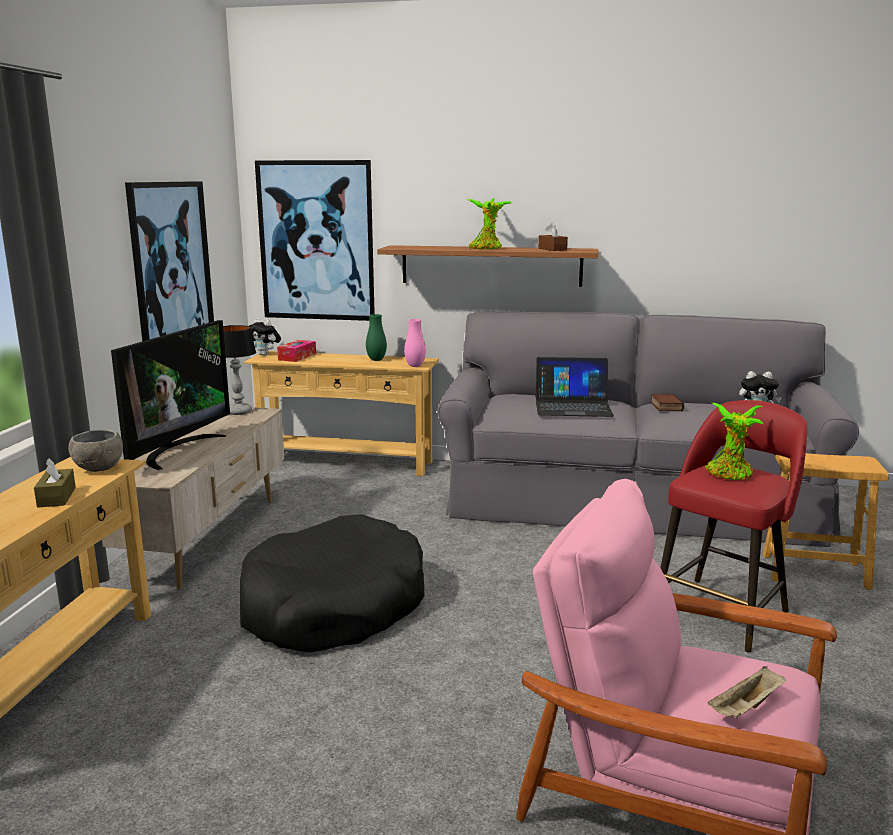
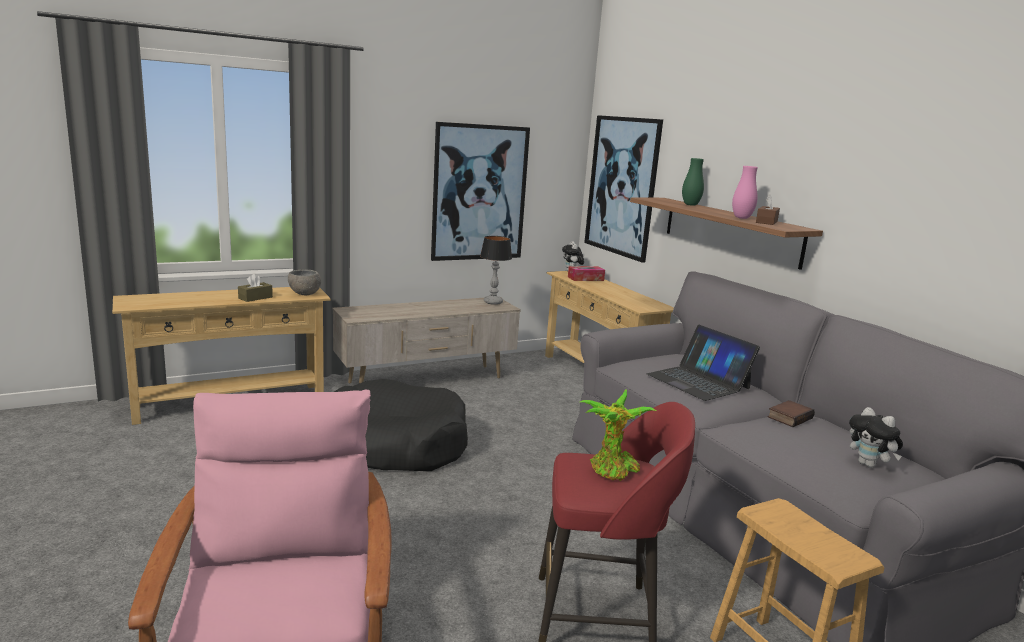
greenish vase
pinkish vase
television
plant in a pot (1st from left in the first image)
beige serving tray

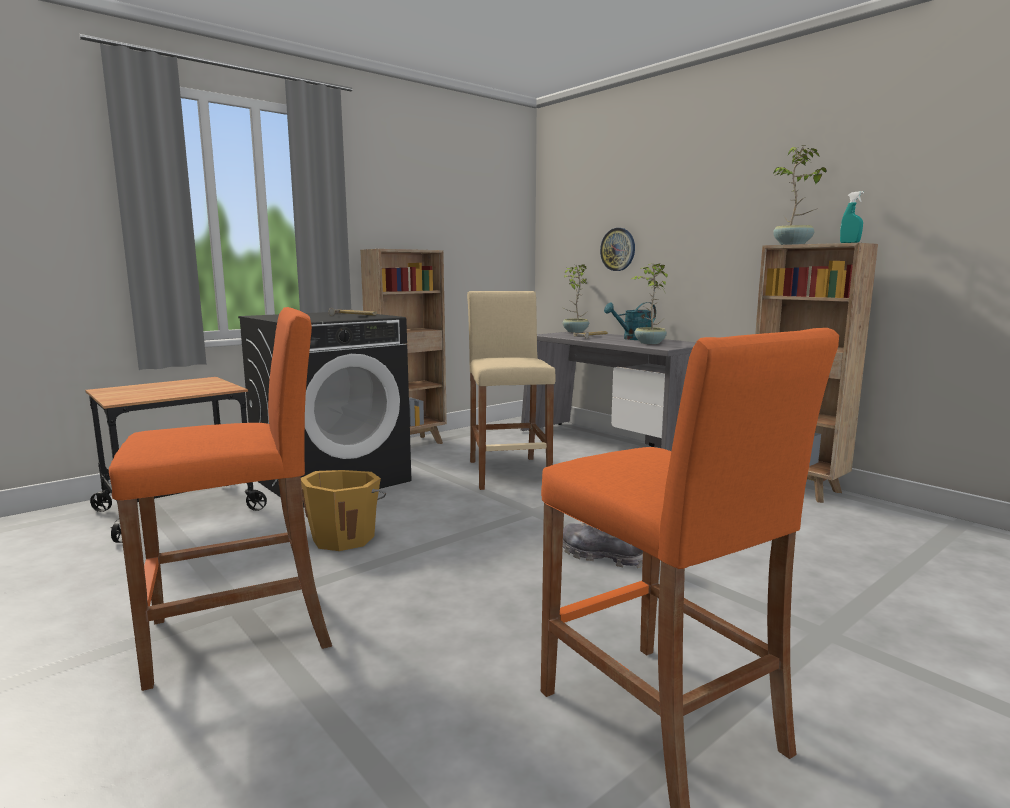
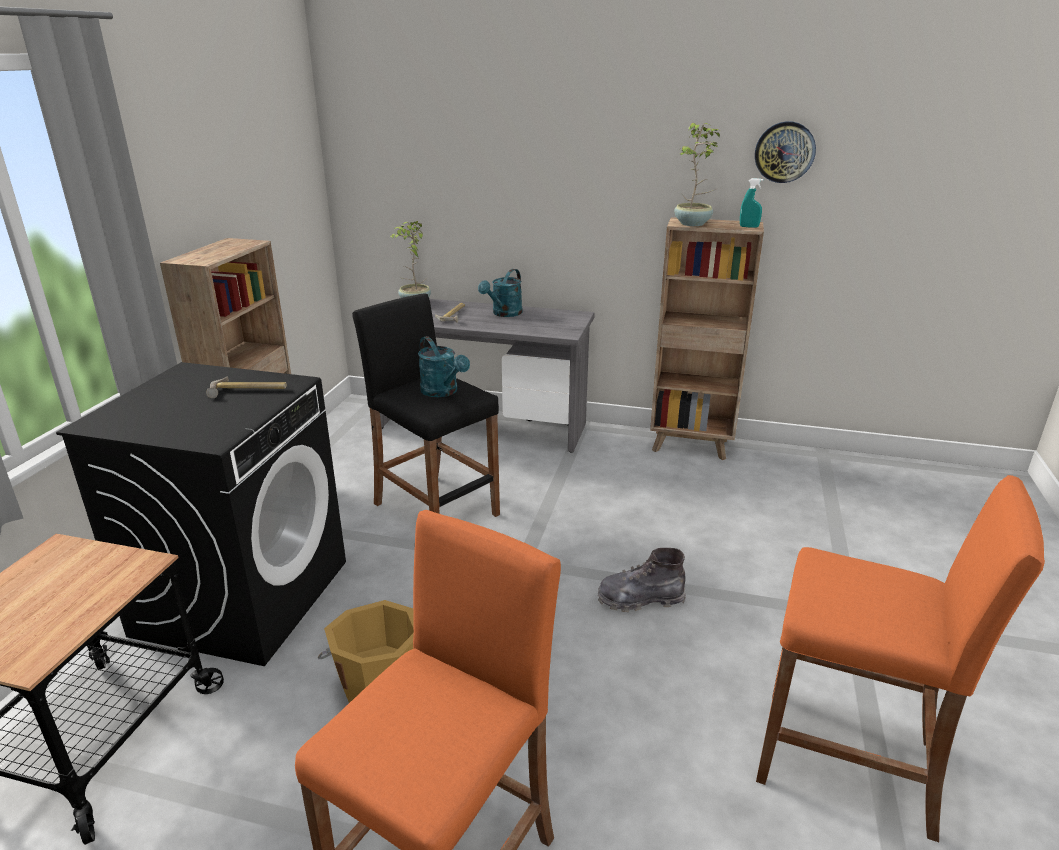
black-coloured stool seat
turquoise sprinkling can (1st from left)
wall clock
plant in a pot (2nd from left in the first image)

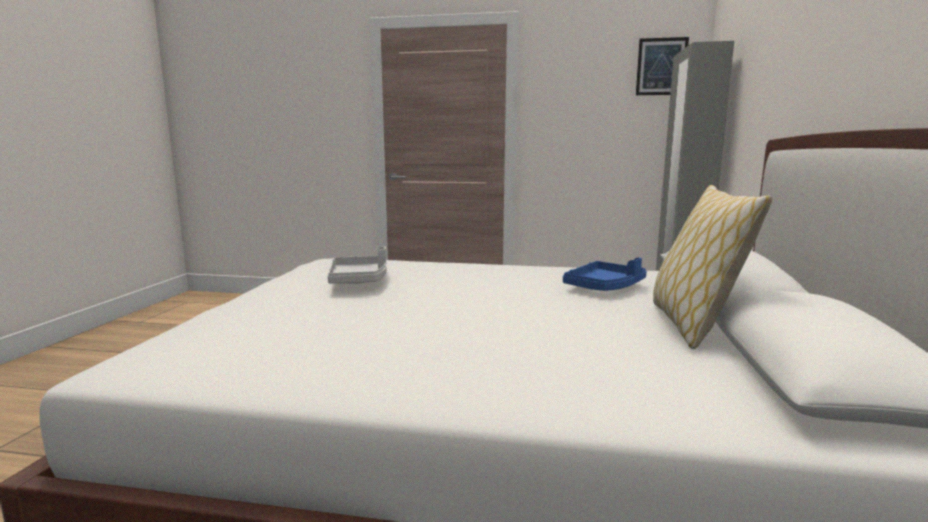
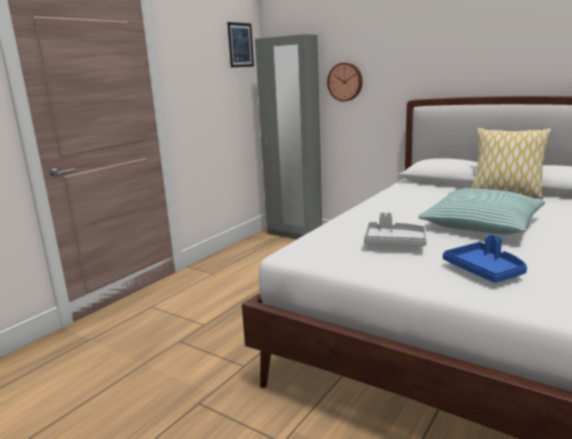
wall clock
throw pillow (1st from left)
blue serving tray

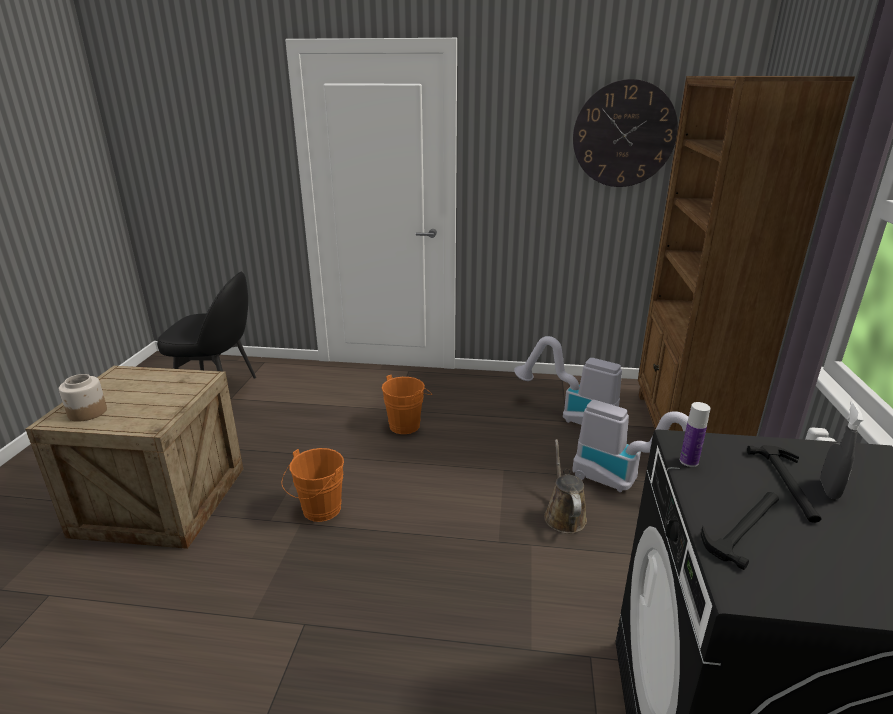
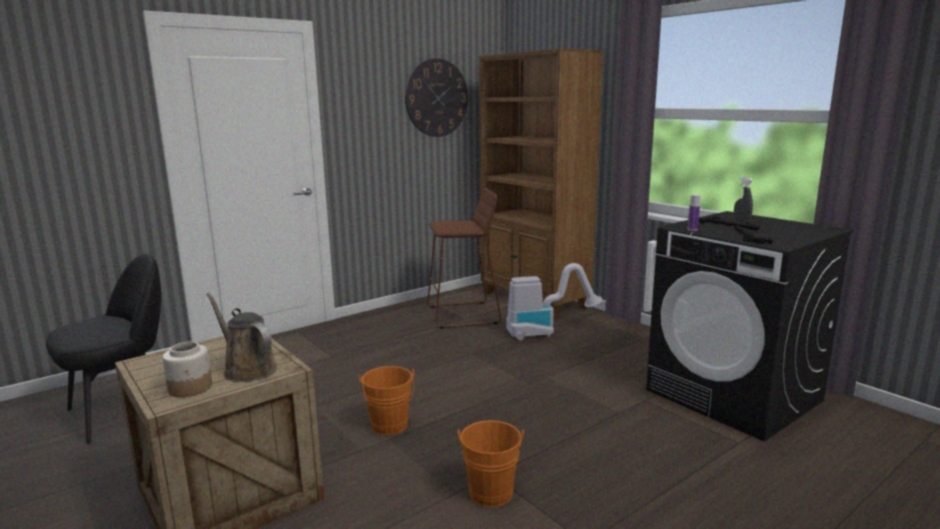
brown-coloured sprinkling can
brown-coloured stool seat
orange-coloured water bucket (2nd from left)

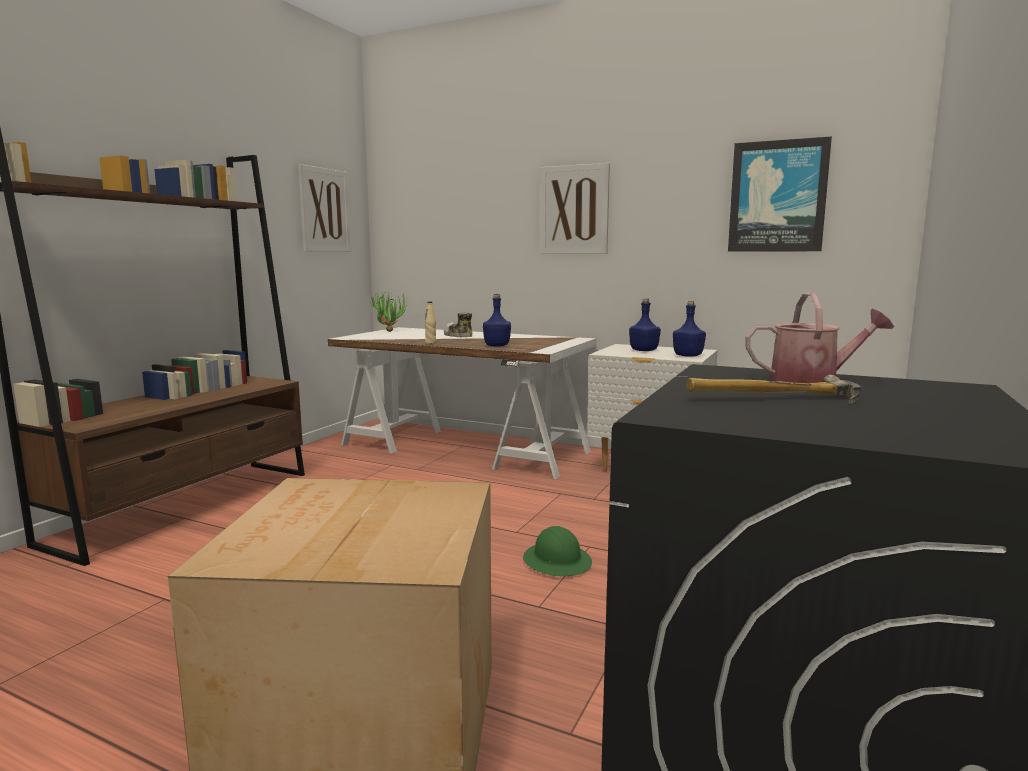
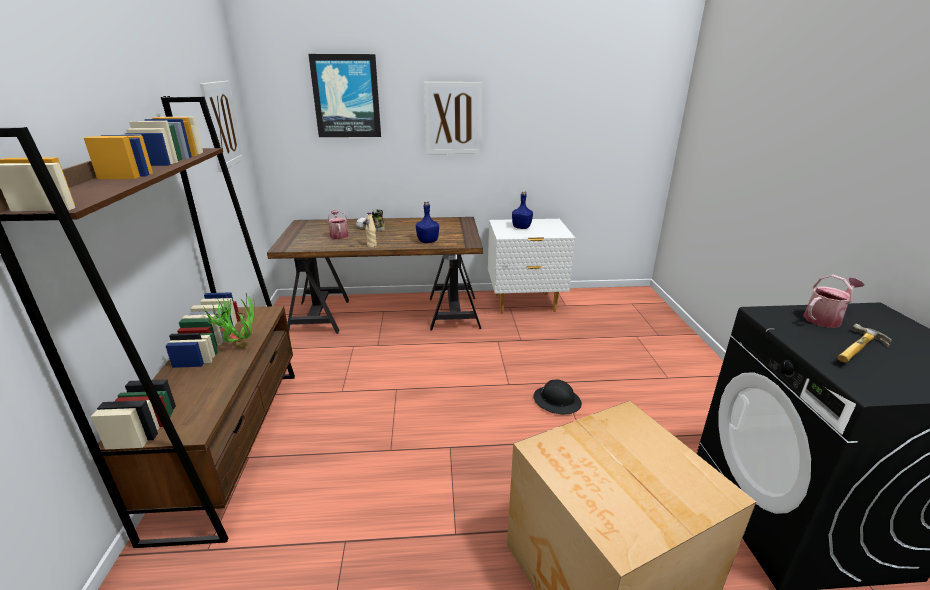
plant in a pot
brown-coloured desk
wall art (2nd from left)
sprinkling can (1st from left)
black-coloured work helmet
blue beverage bottle (3rd from left in the first image)

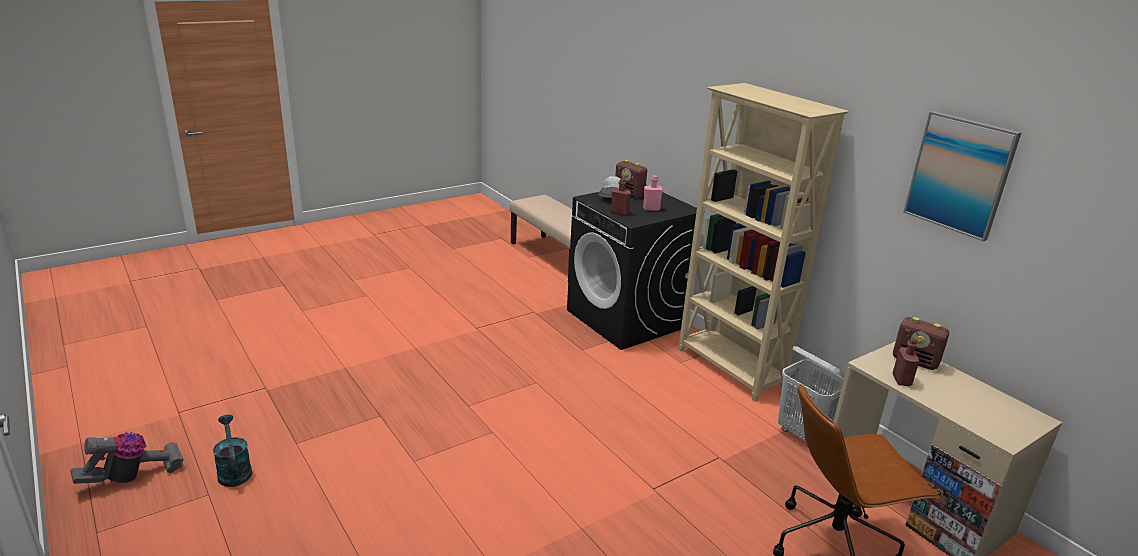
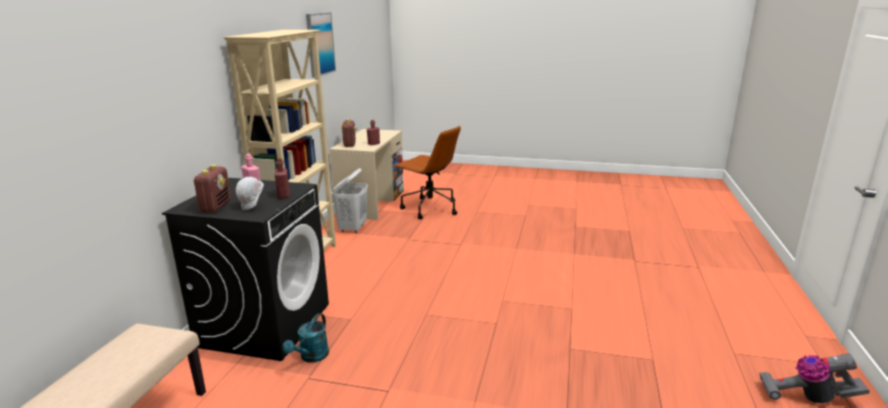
turquoise sprinkling can

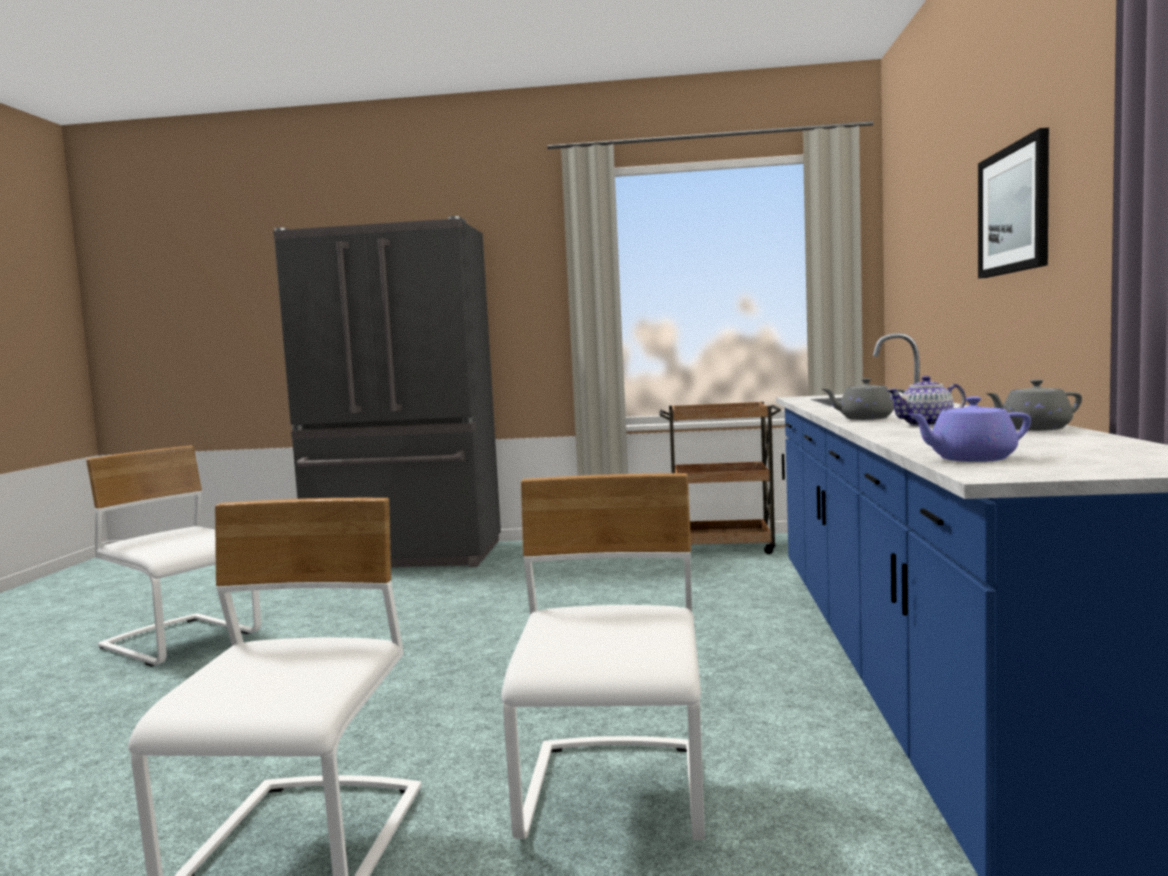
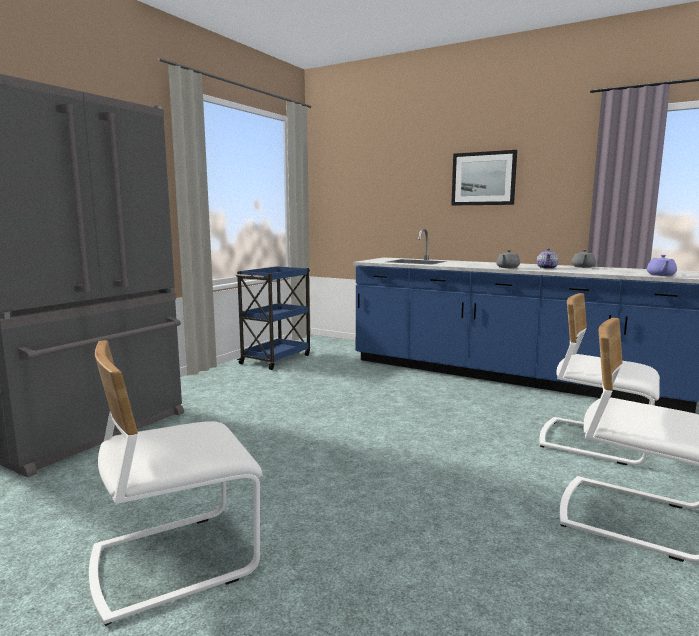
blue wheeled cart

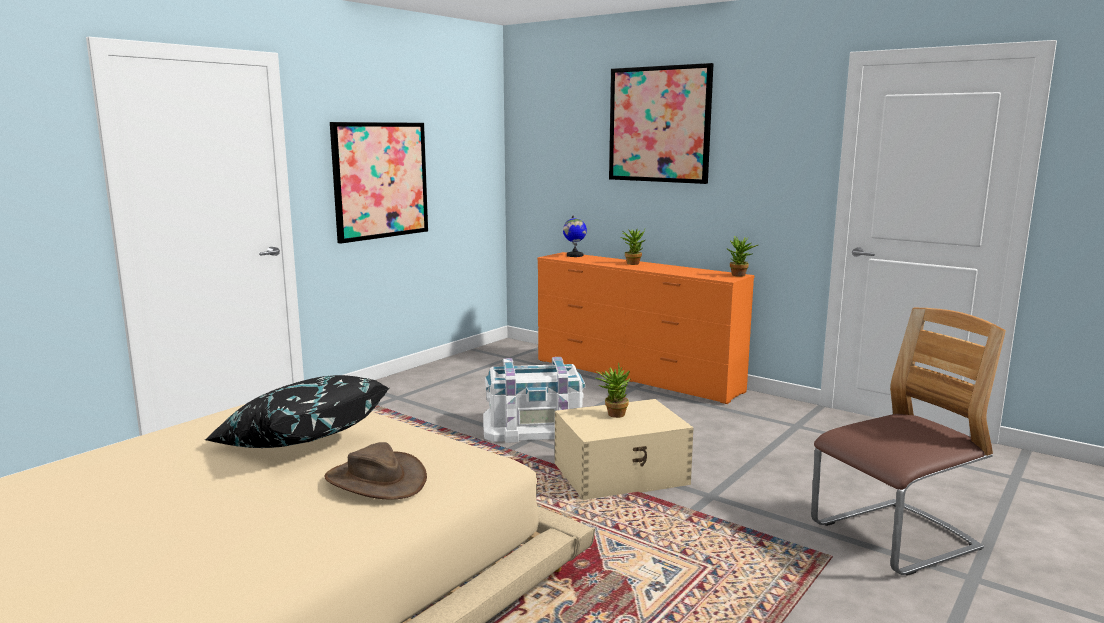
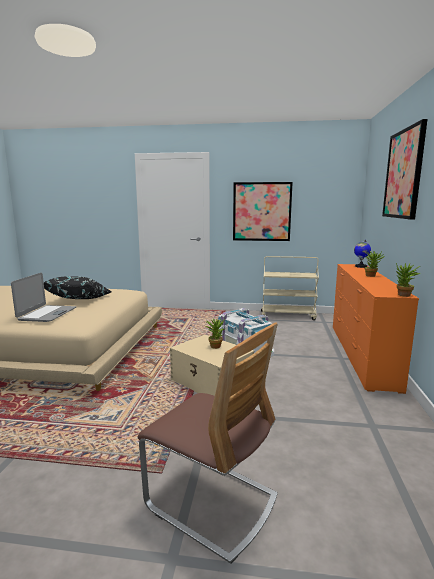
laptop
beige wheeled cart

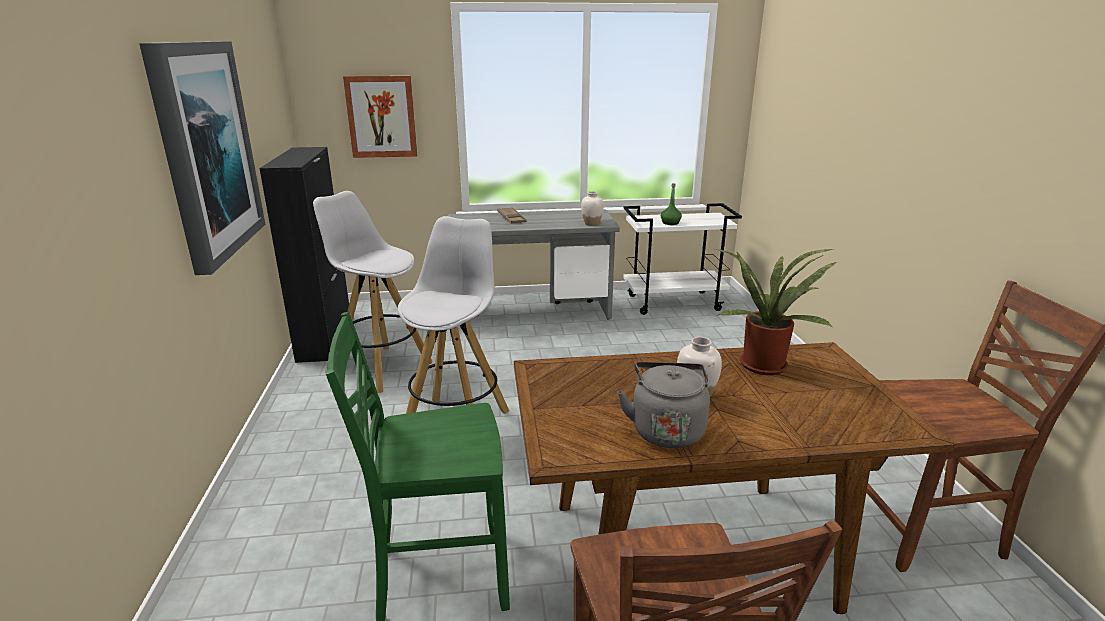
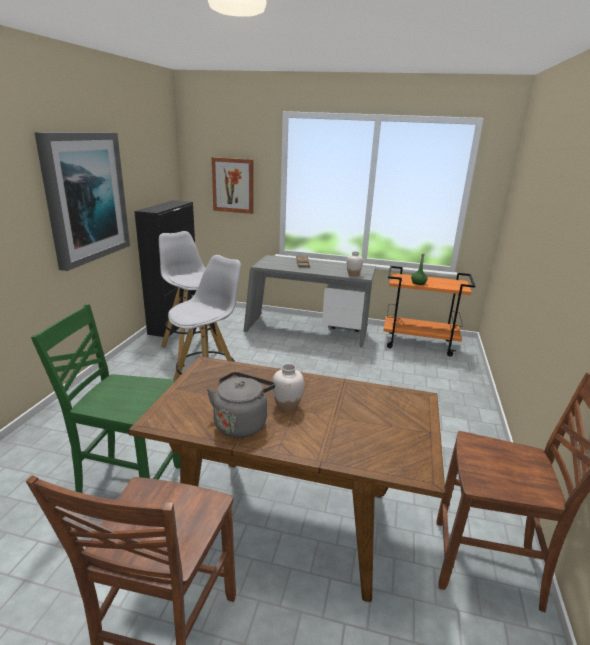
orange-coloured wheeled cart
plant in a pot

